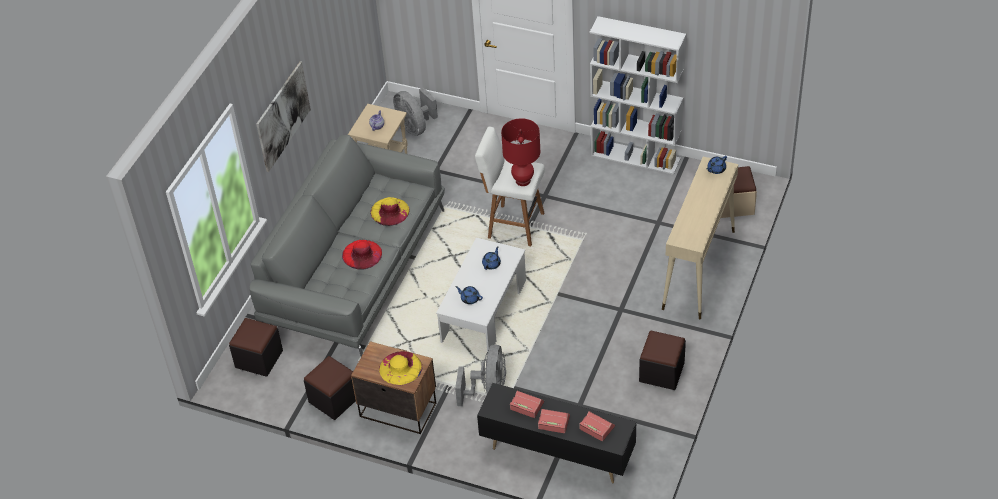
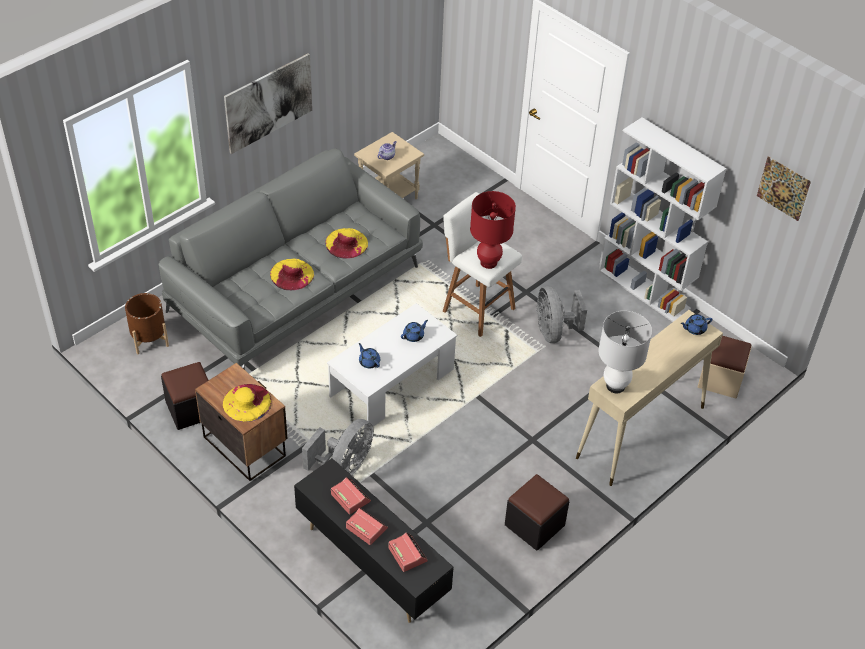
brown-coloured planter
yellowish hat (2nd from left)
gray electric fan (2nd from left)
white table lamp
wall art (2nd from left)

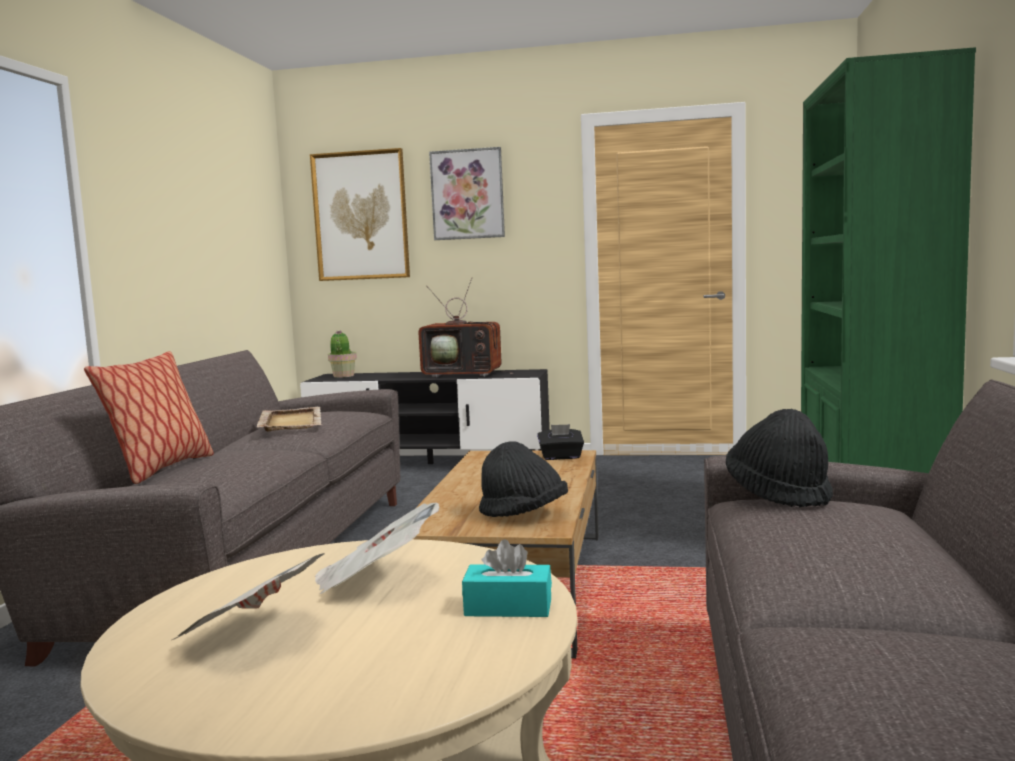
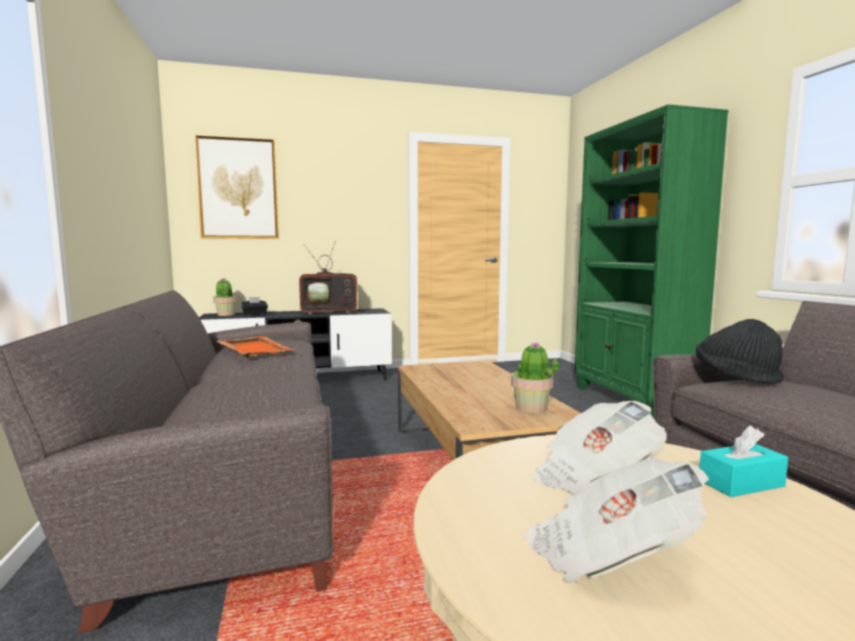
orange-coloured serving tray
black-coloured tissue box
plant in a pot (2nd from left)
throw pillow
wall art (2nd from left in the first image)

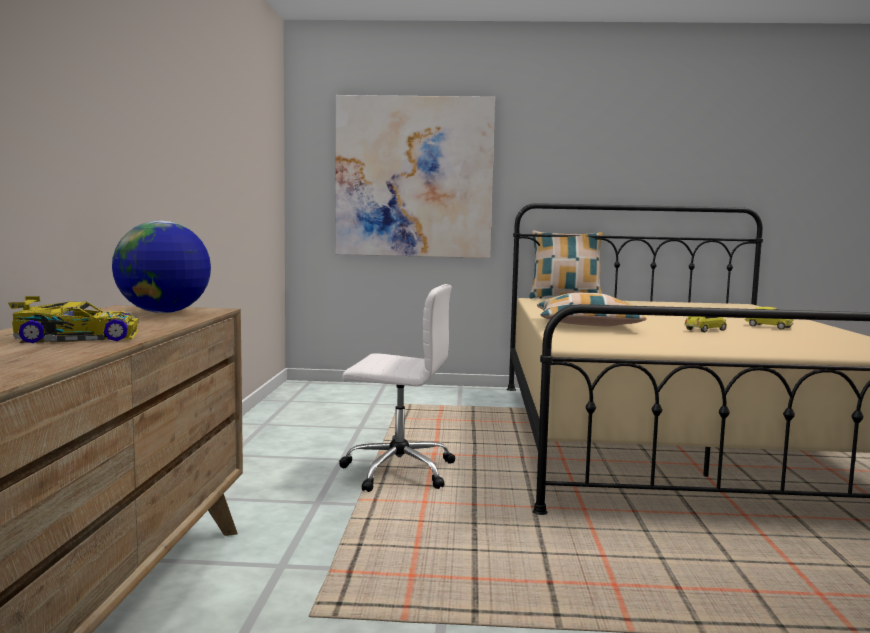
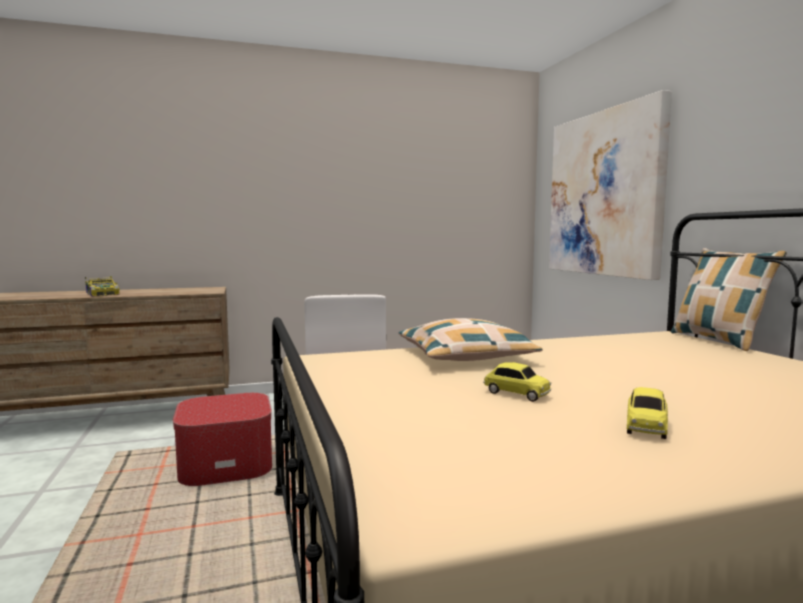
footrest
globe

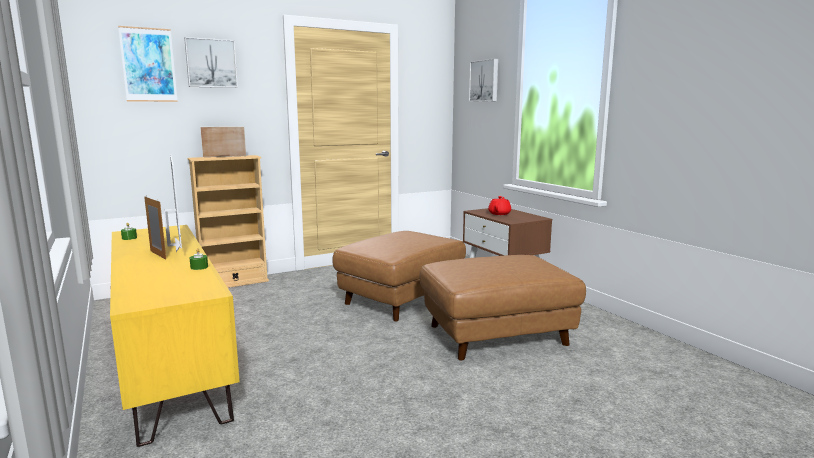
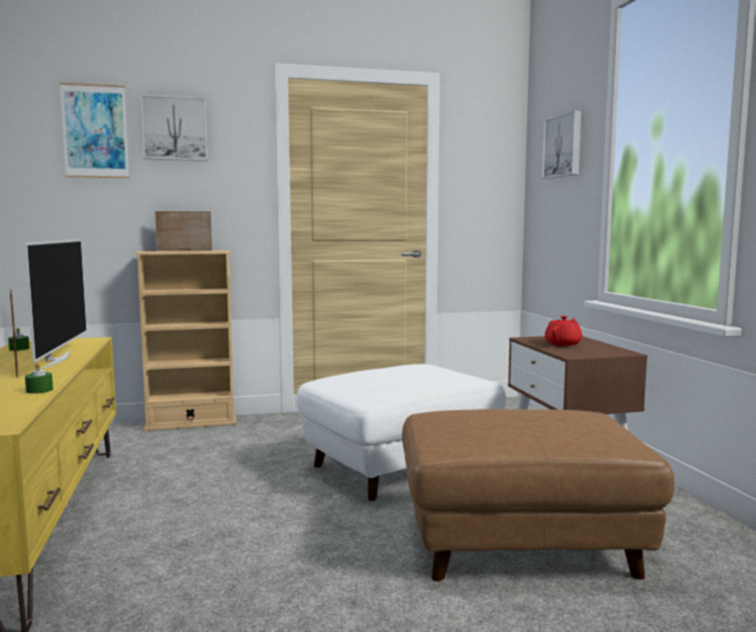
white footrest

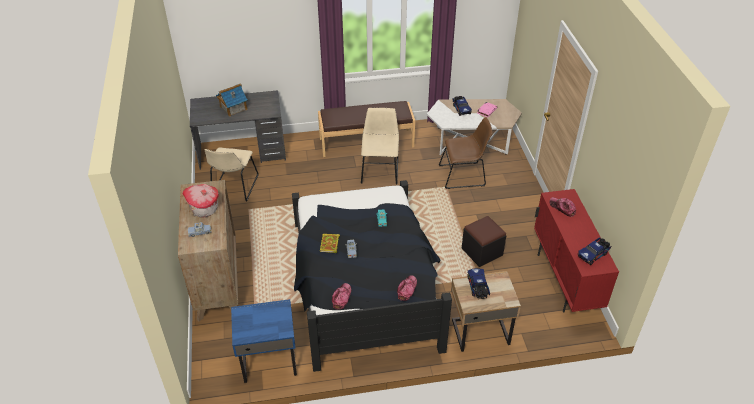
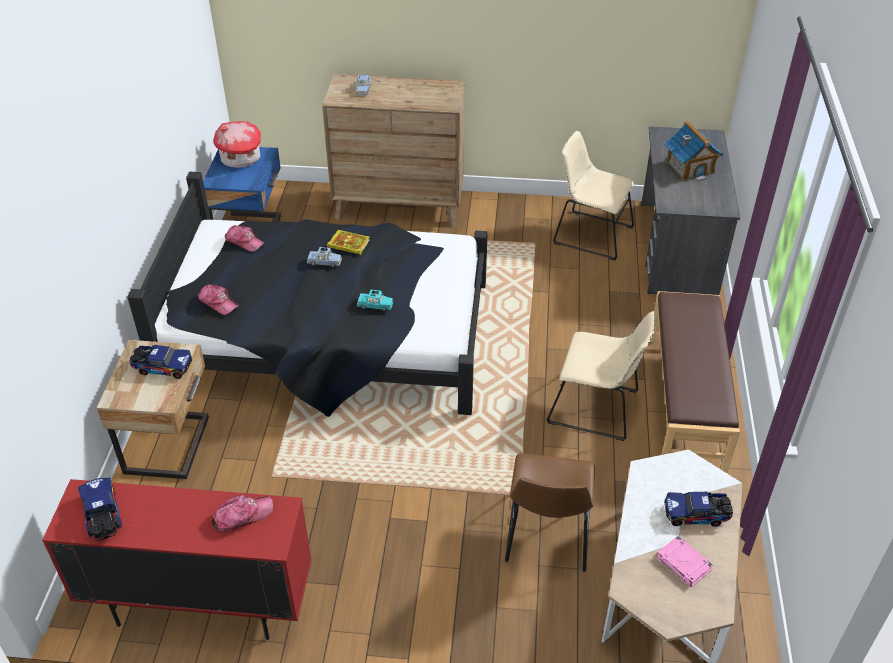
miniature house (1st from left)
black-coloured footrest

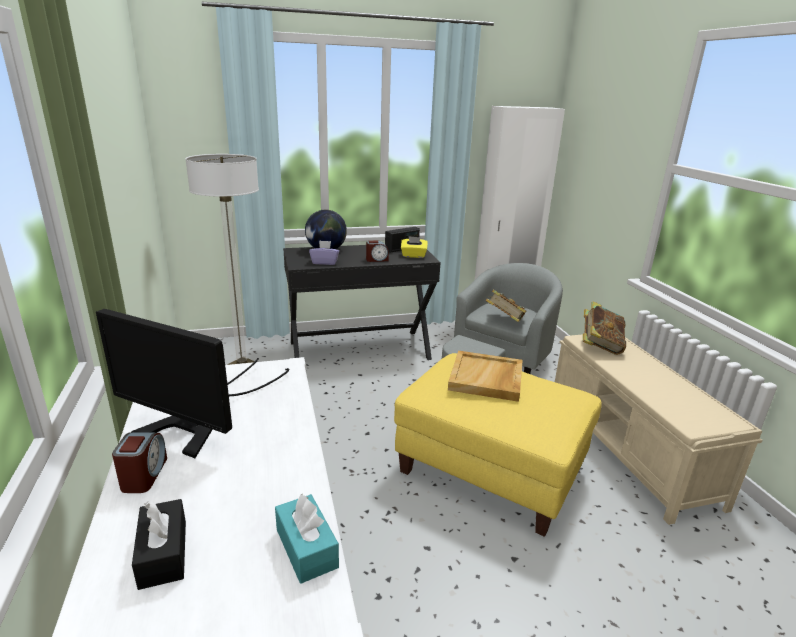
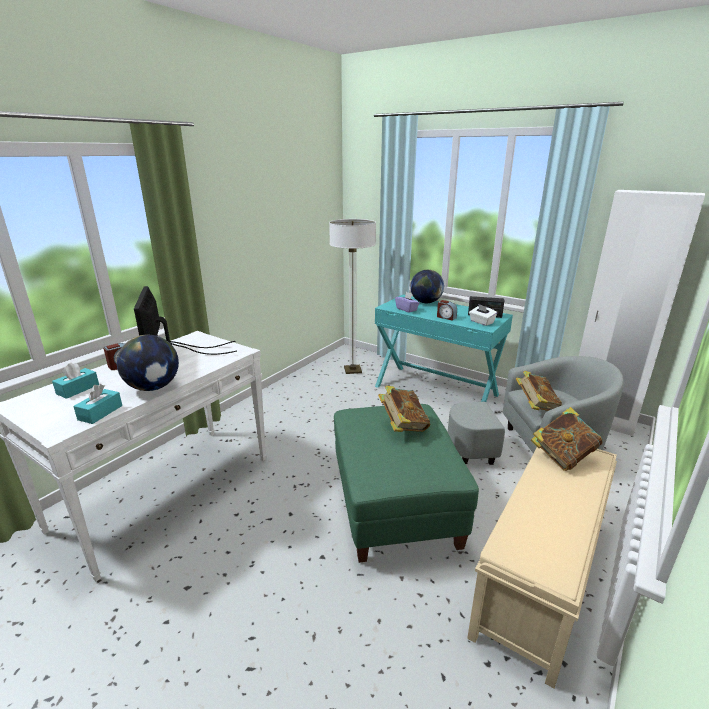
turquoise tissue box (1st from left)
globe (1st from left)
greenish footrest
turquoise desk
volume (1st from left)
white tissue box

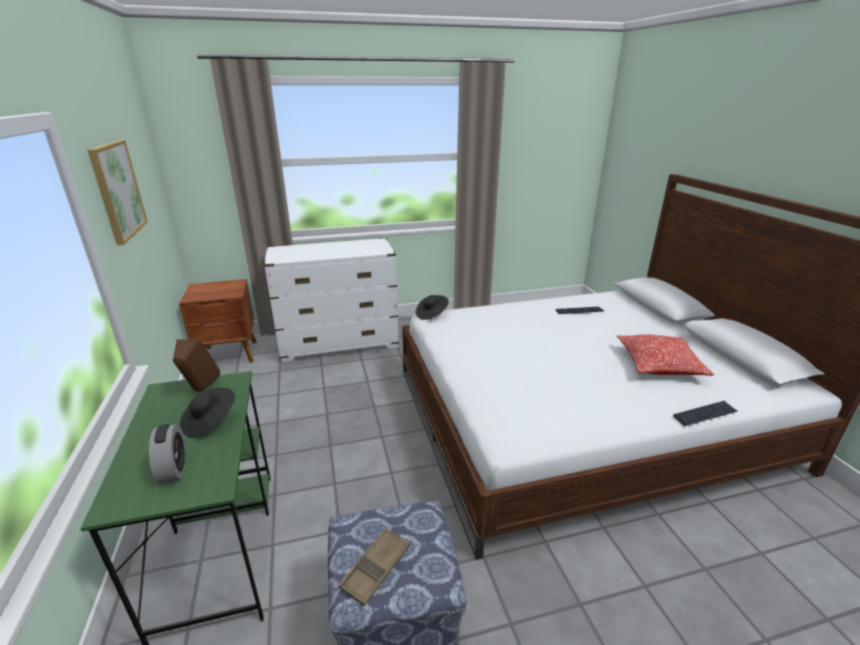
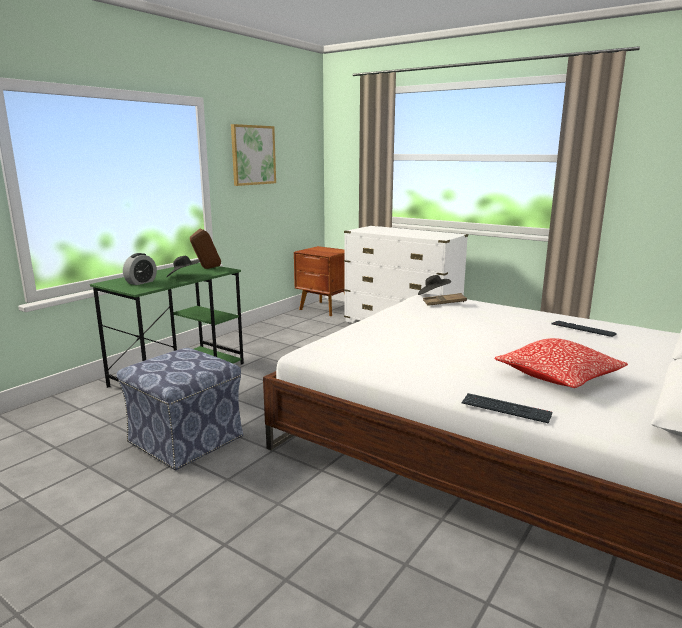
brown-coloured serving tray

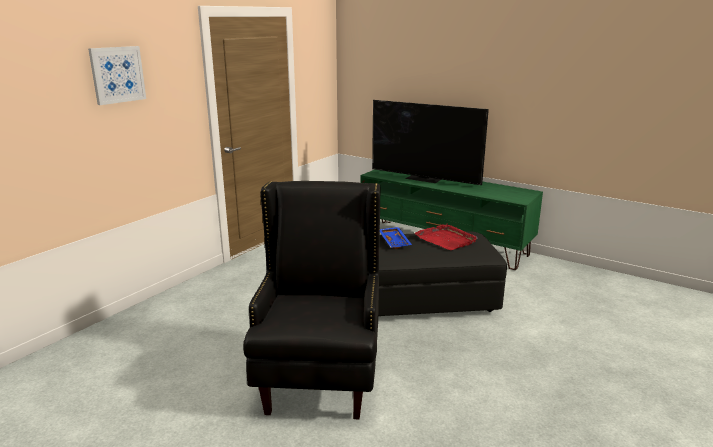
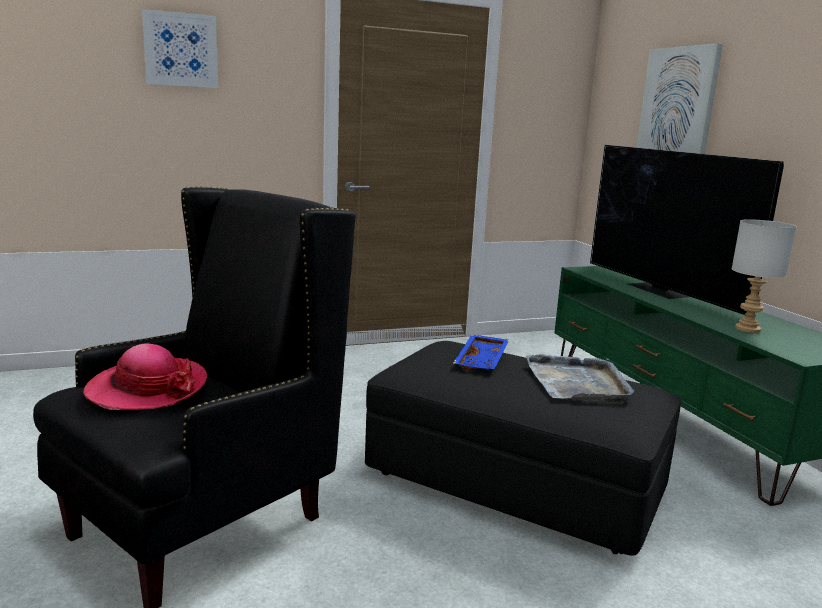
hat
gray serving tray
wall art (2nd from left)
gray table lamp

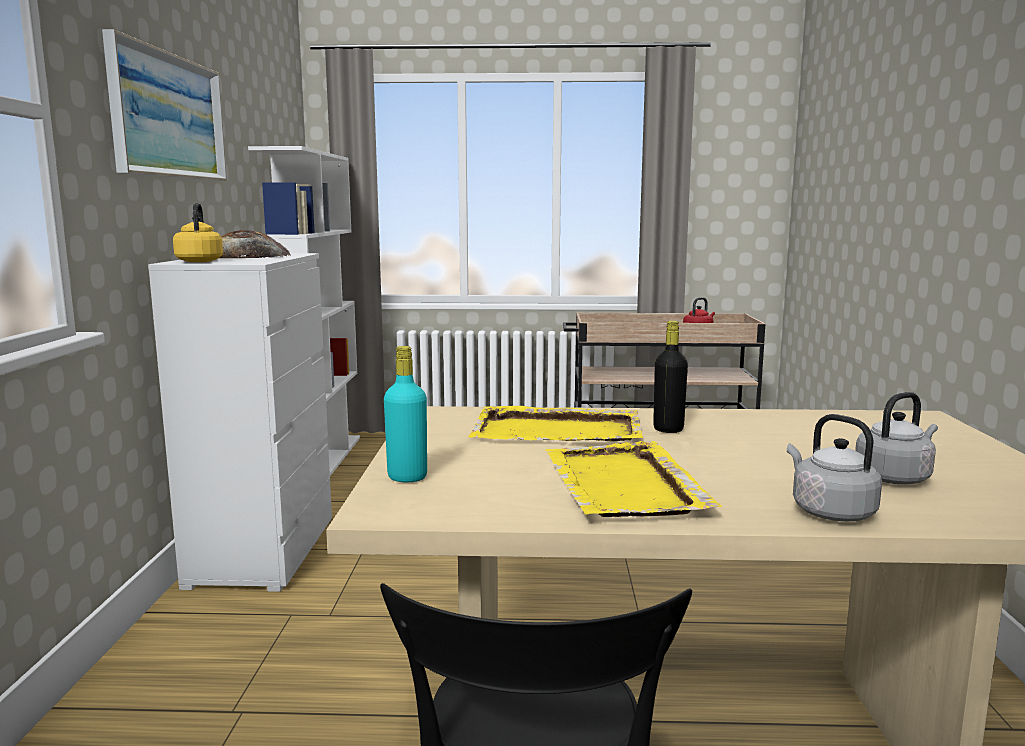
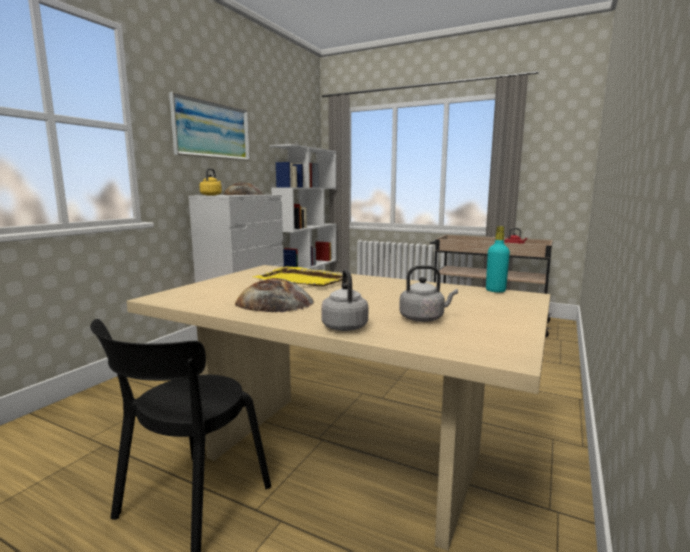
bread (2nd from left)
turquoise beverage bottle
black-coloured beverage bottle

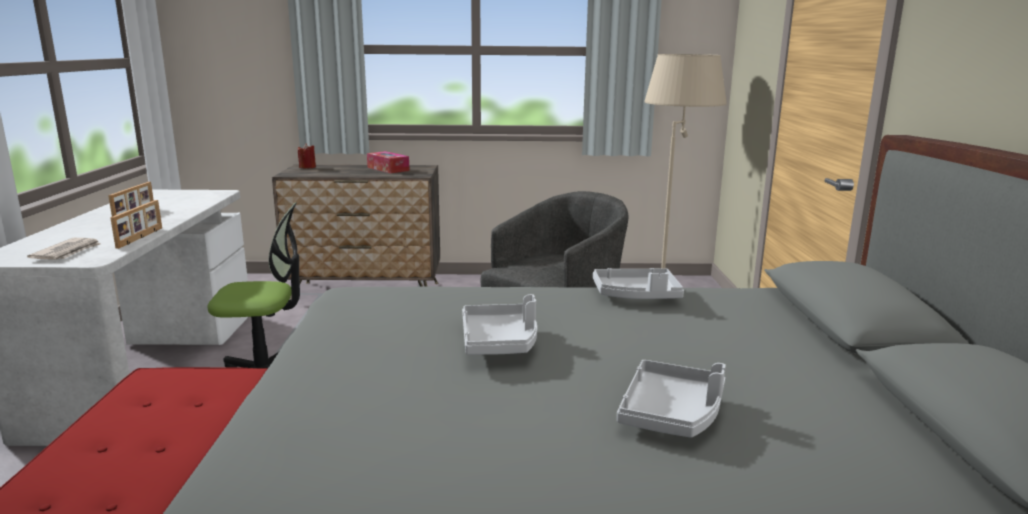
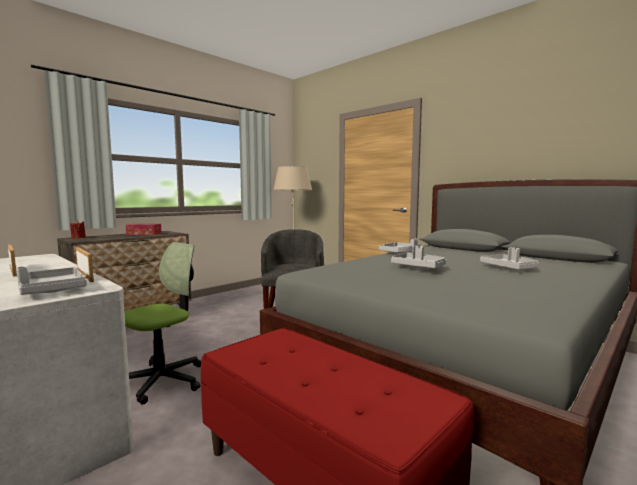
gray serving tray (1st from left)

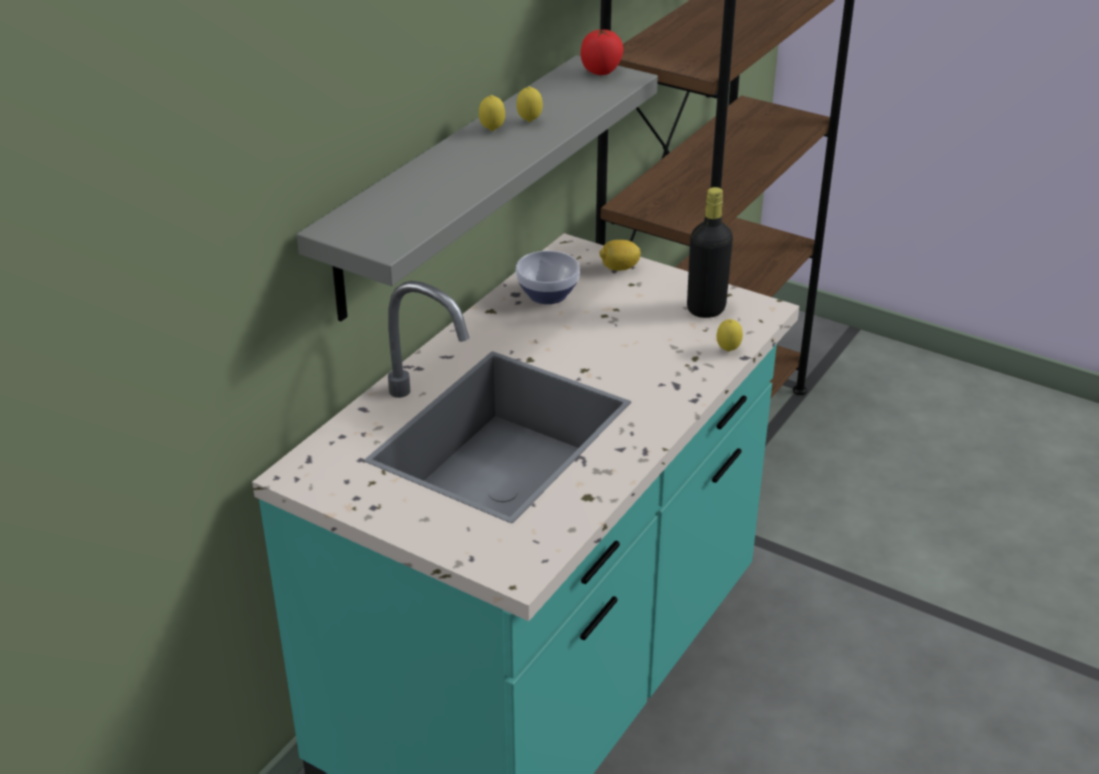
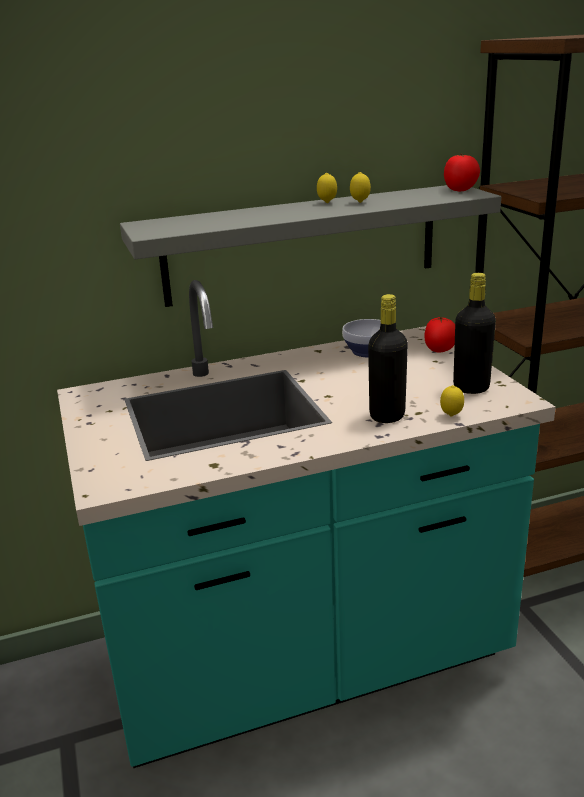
black-coloured beverage bottle (1st from left)
whole tomato (1st from left)

